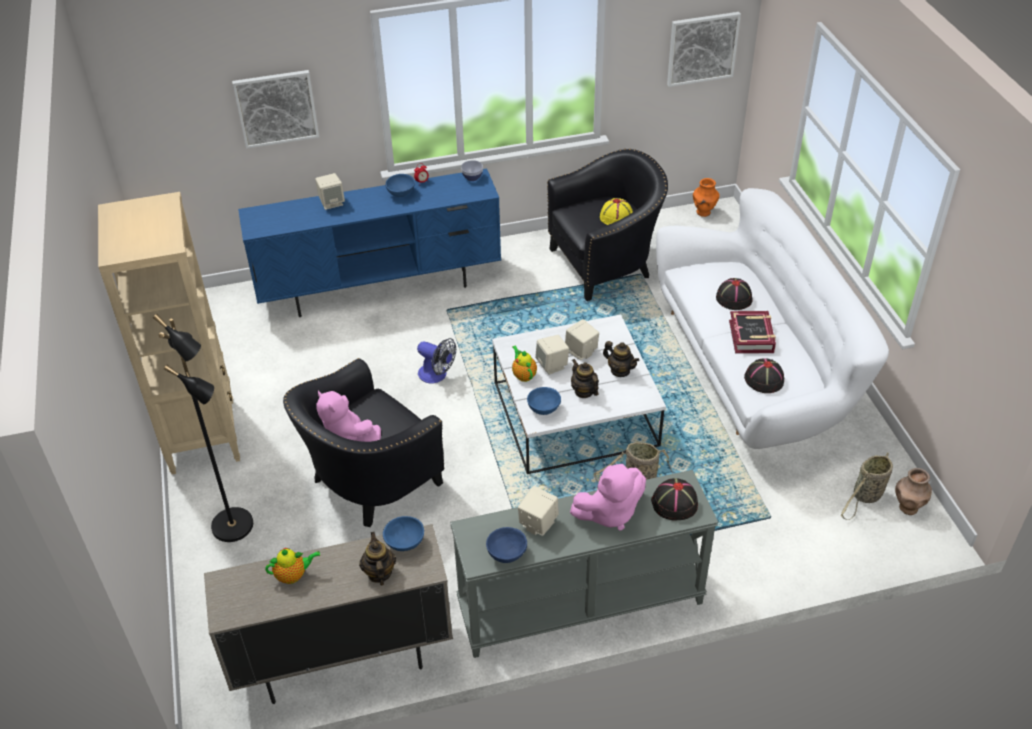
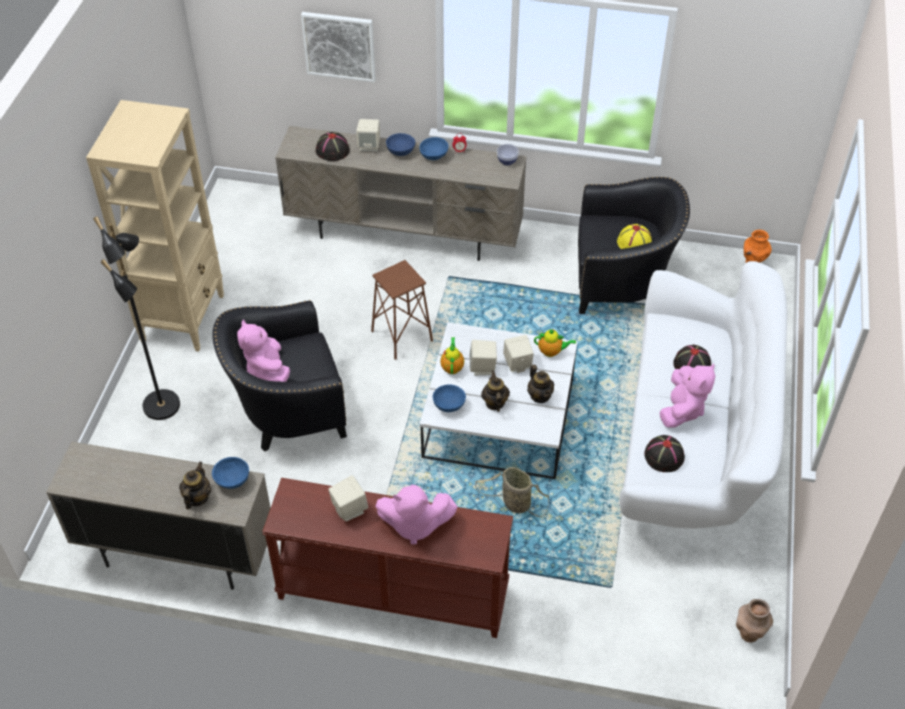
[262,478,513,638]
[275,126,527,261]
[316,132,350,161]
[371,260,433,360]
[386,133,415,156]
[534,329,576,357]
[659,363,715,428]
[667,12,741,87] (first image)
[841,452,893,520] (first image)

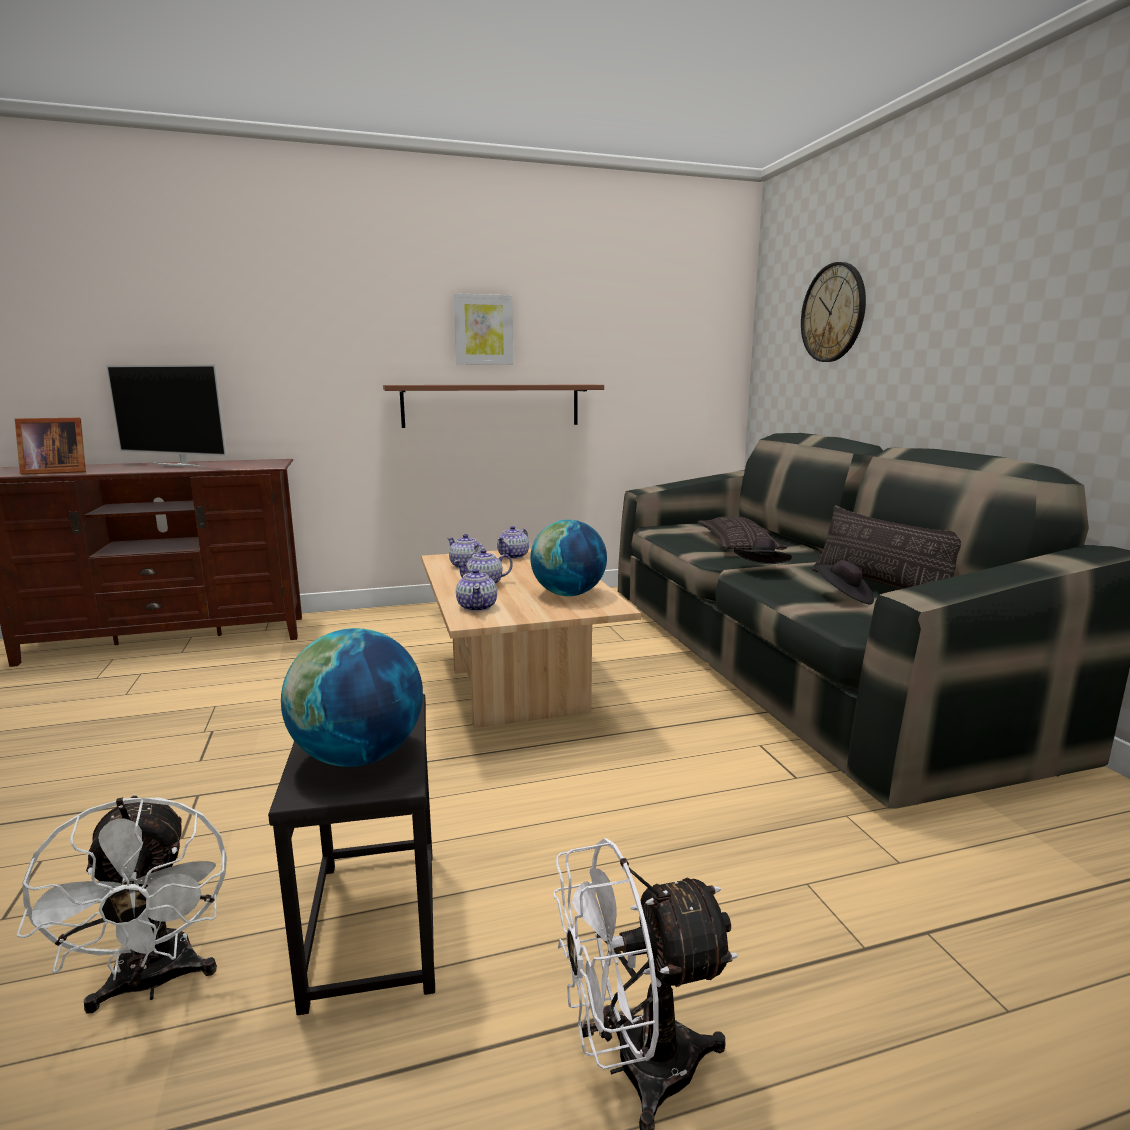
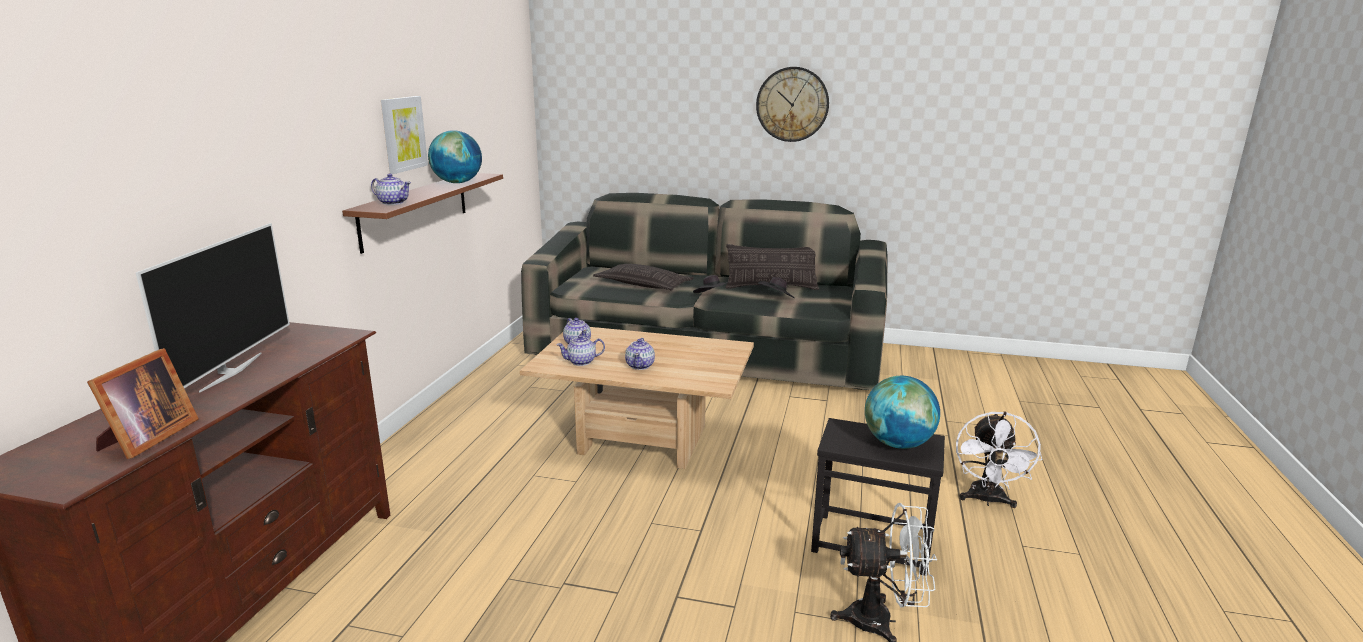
[136,223,290,393]
[371,173,411,205]
[428,130,482,183]
[756,67,829,142]

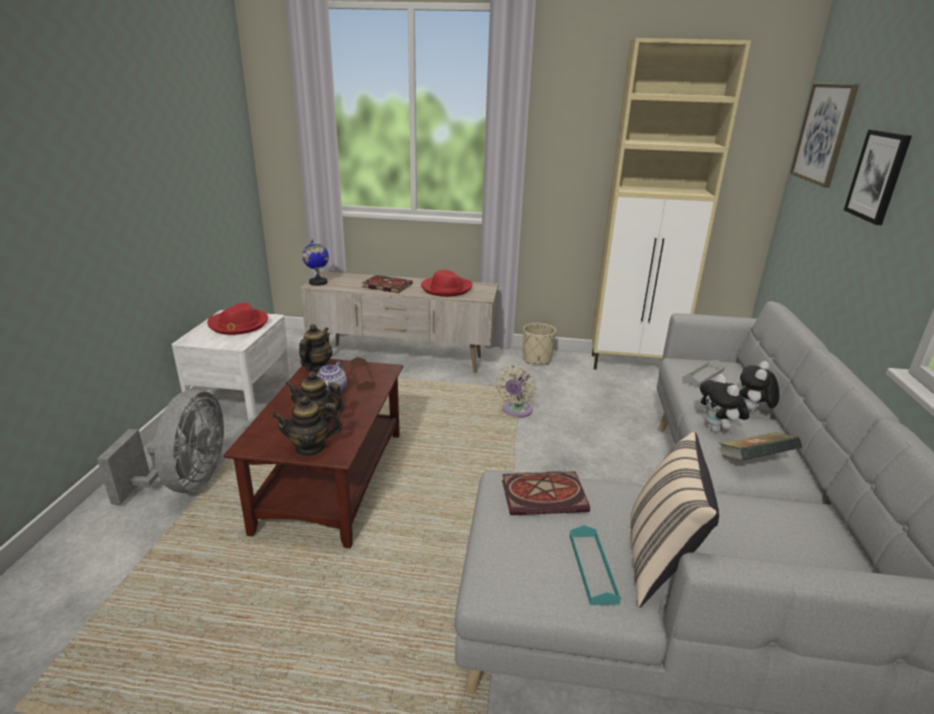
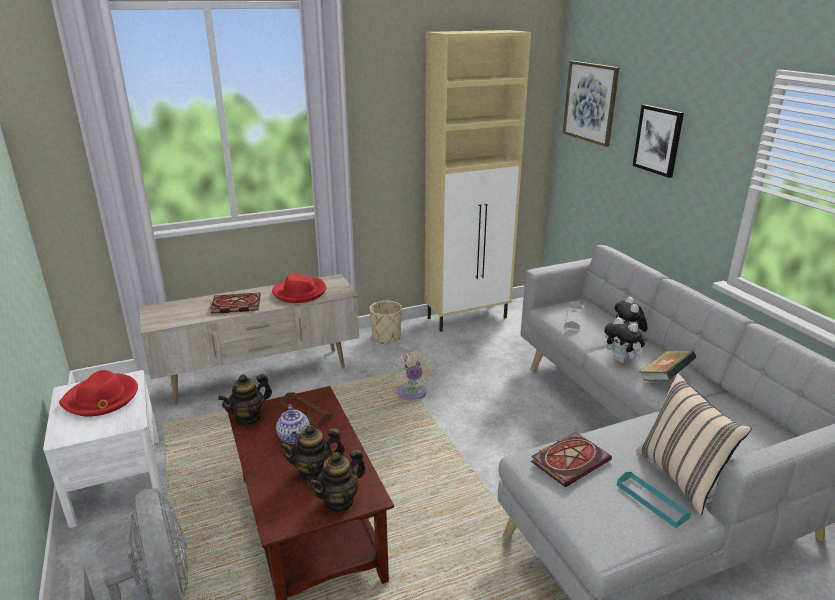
[218,374,272,426]
[302,239,329,286] (first image)

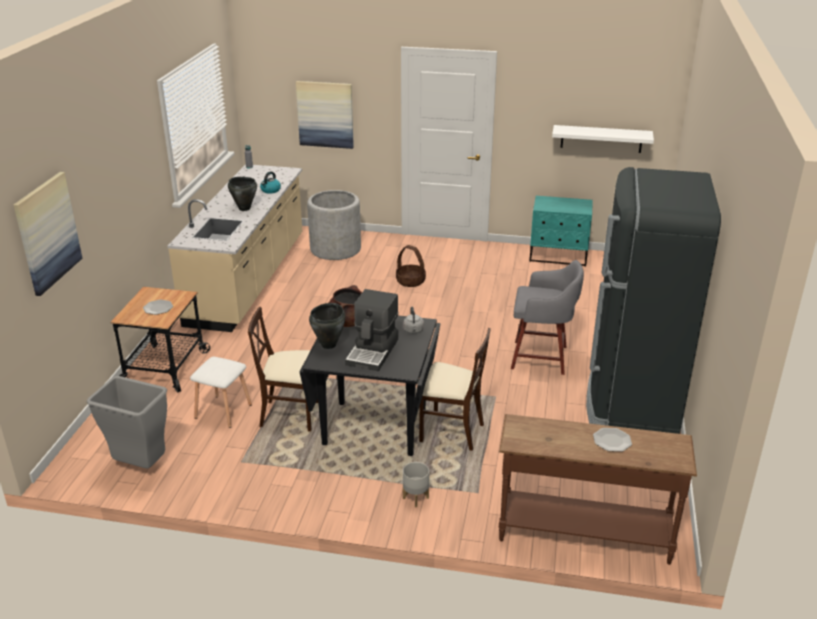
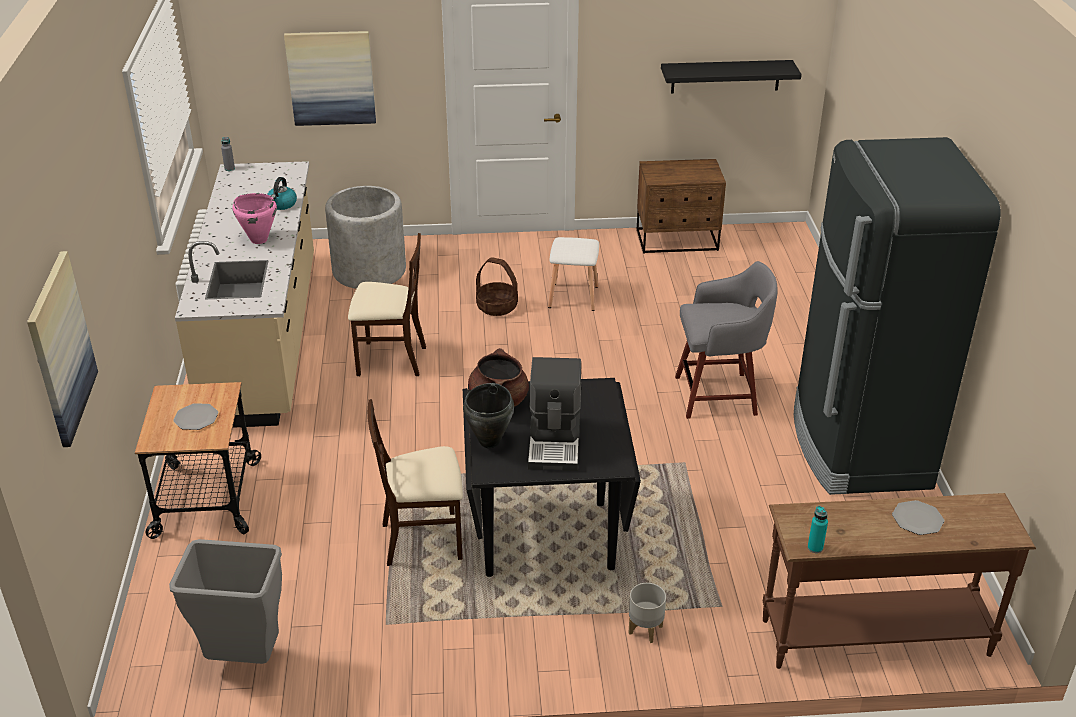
[232,193,277,244]
[348,233,426,376]
[548,237,599,311]
[636,159,726,254]
[661,60,802,94]
[808,506,828,553]
[403,307,424,334] (first image)

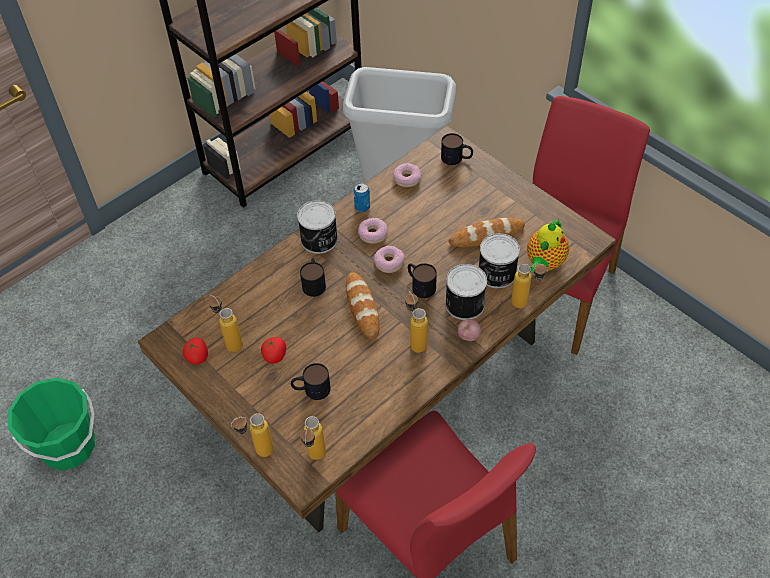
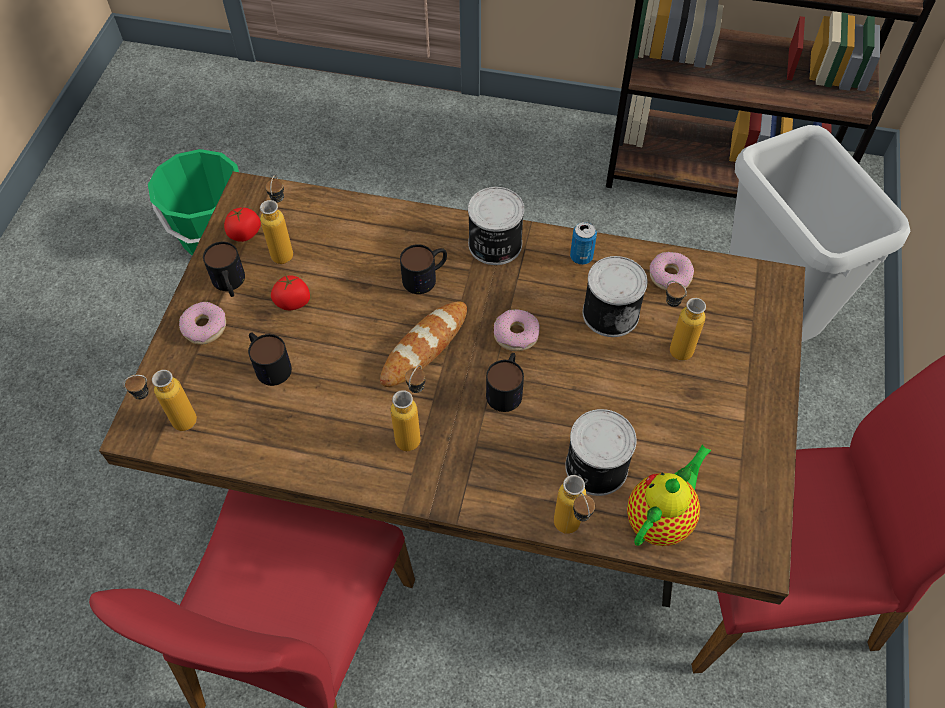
[179,302,226,345]
[203,242,245,297]
[583,256,648,337]
[627,445,712,546]
[666,281,706,361]
[449,217,525,247] (first image)
[458,319,481,341] (first image)

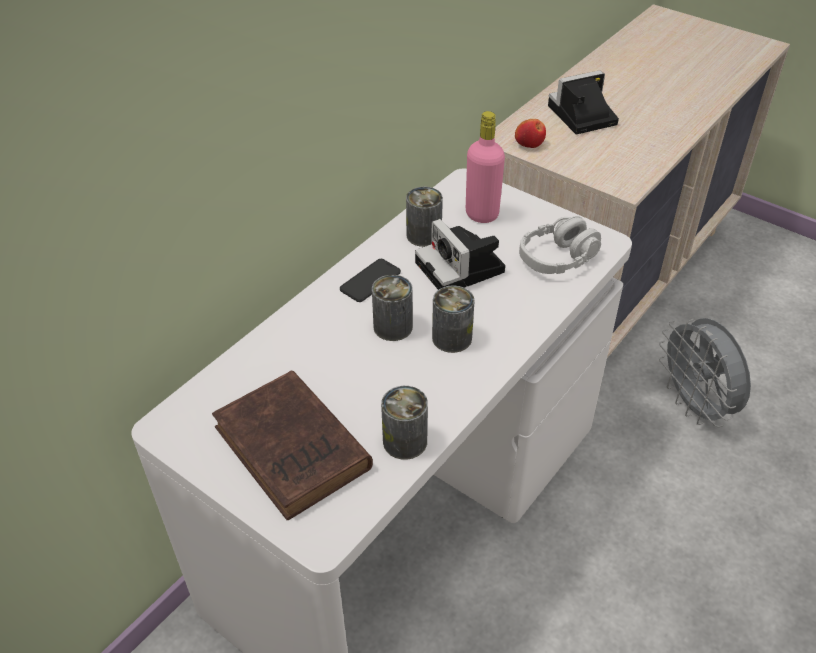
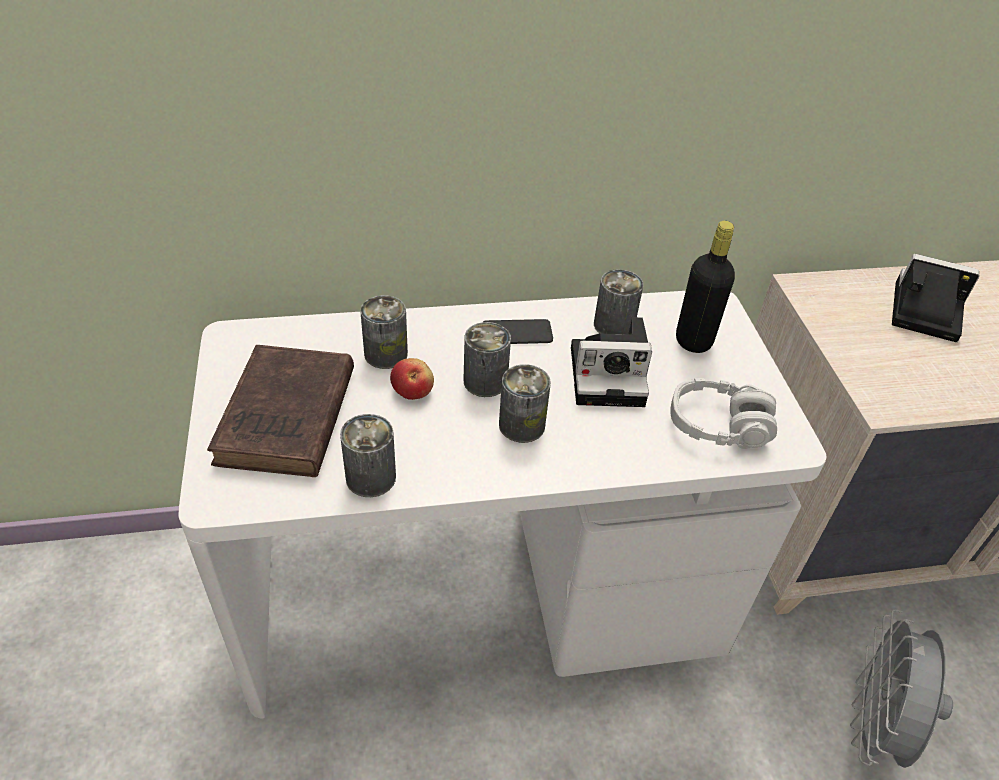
[360,295,408,369]
[390,358,434,400]
[571,317,652,407]
[676,221,735,353]

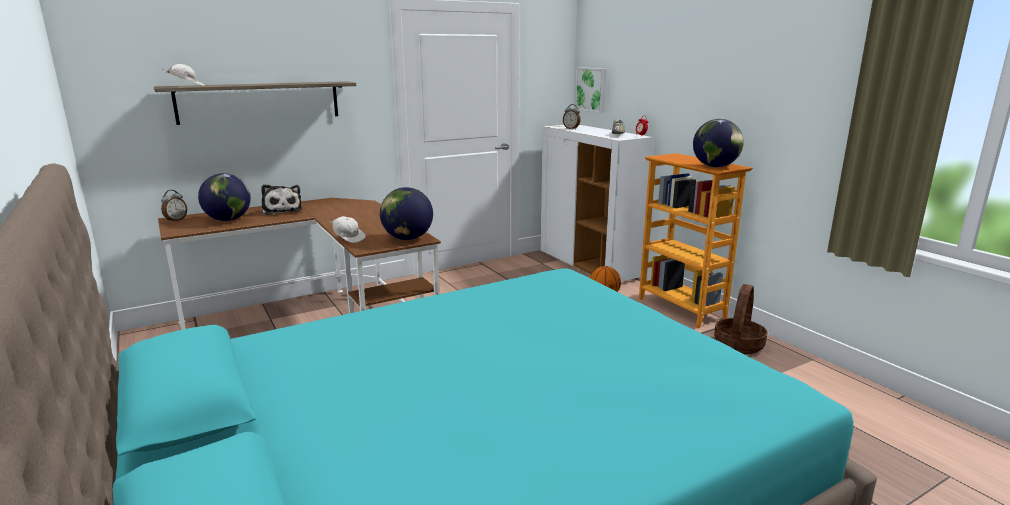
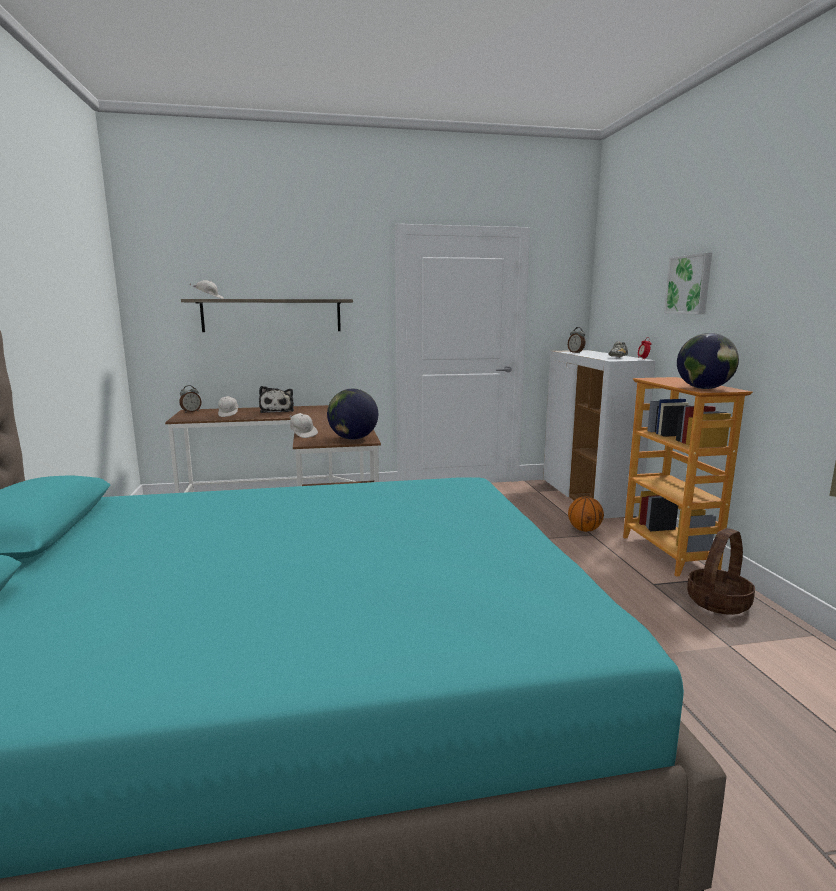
[218,396,238,417]
[664,253,712,314]

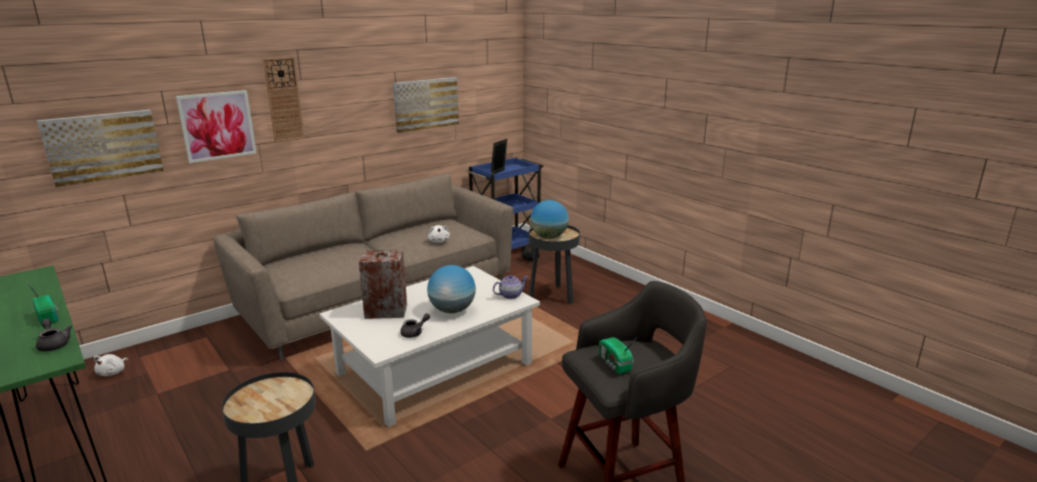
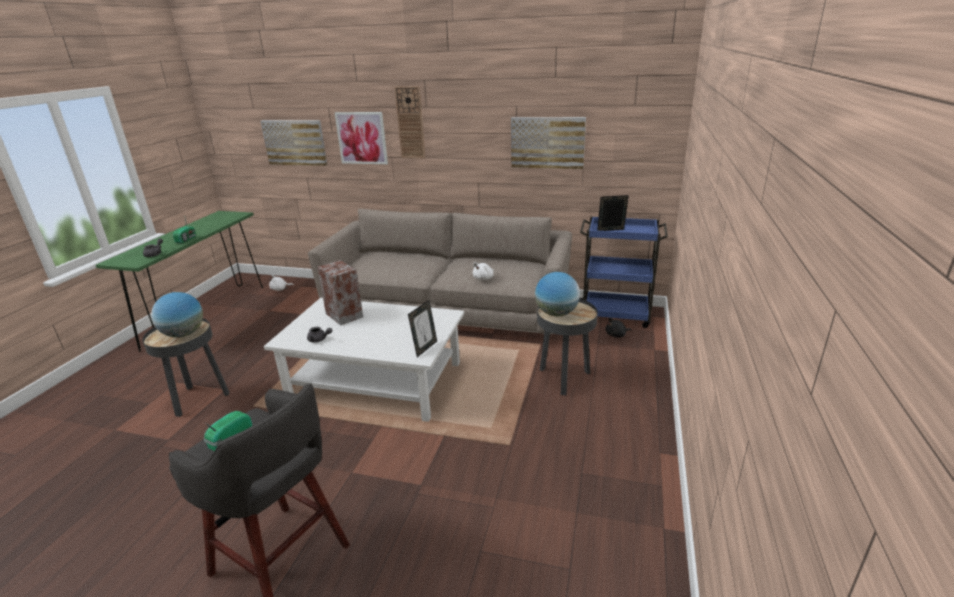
[151,292,203,337]
[408,300,437,357]

